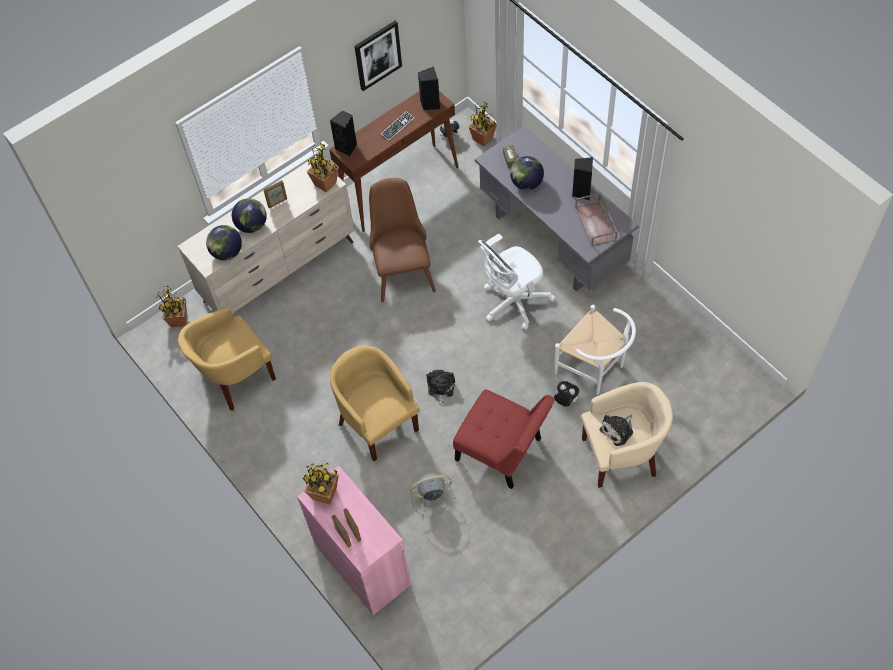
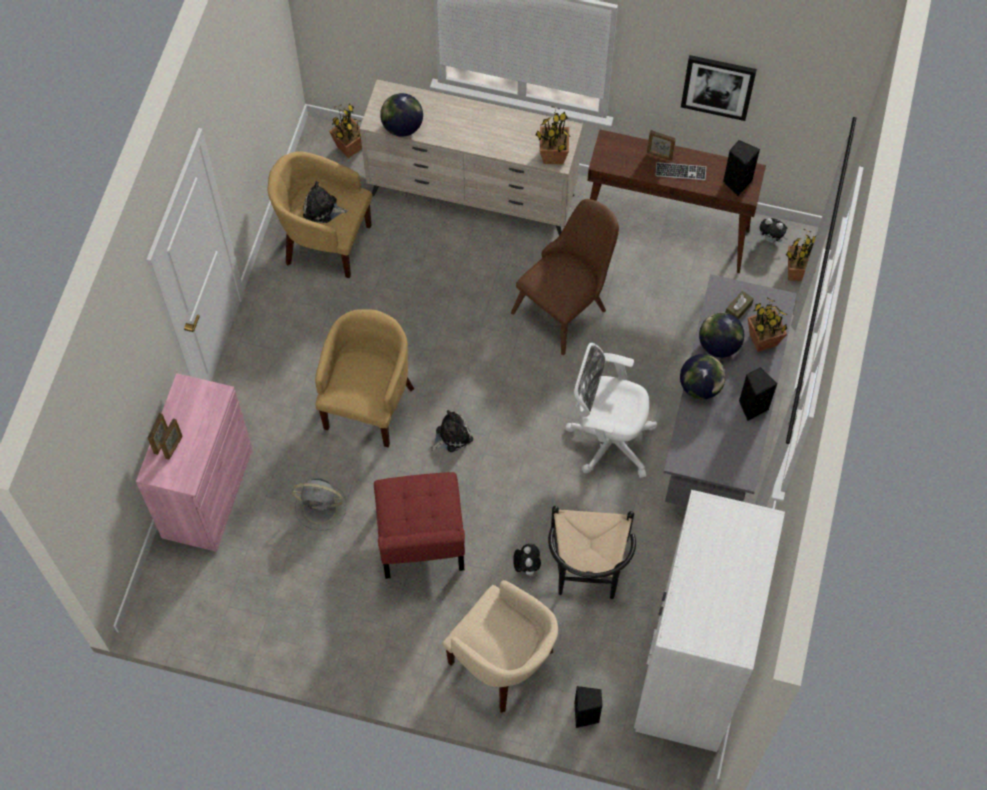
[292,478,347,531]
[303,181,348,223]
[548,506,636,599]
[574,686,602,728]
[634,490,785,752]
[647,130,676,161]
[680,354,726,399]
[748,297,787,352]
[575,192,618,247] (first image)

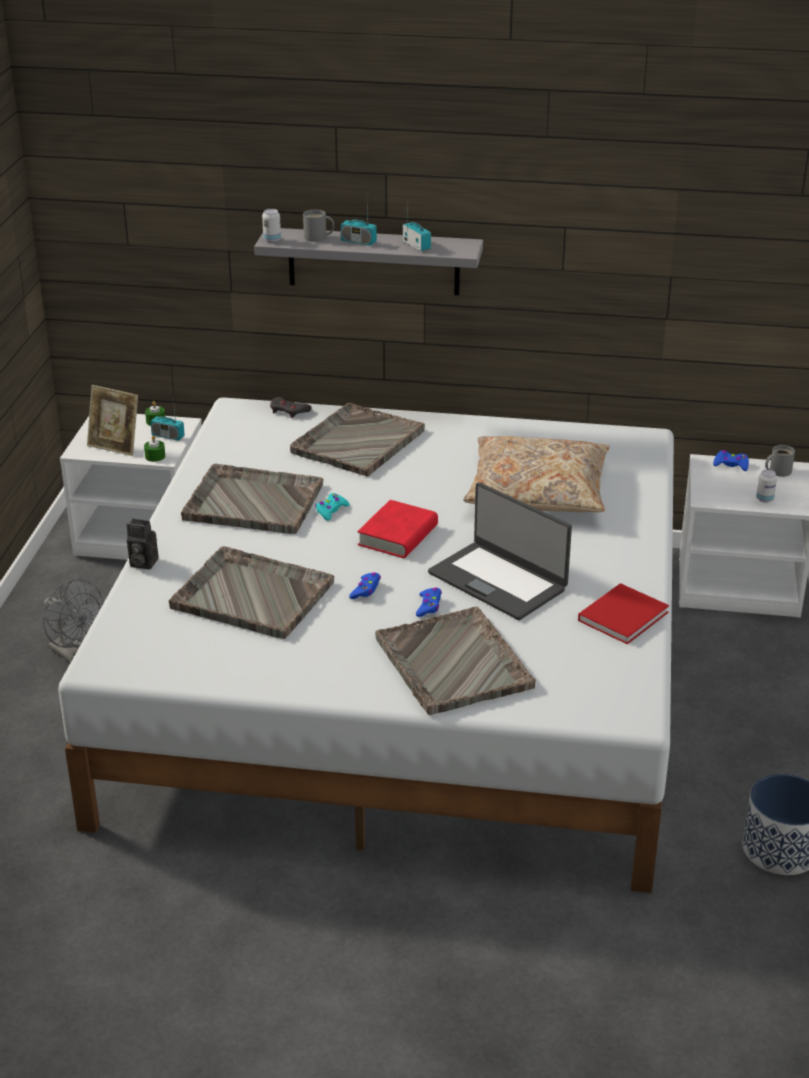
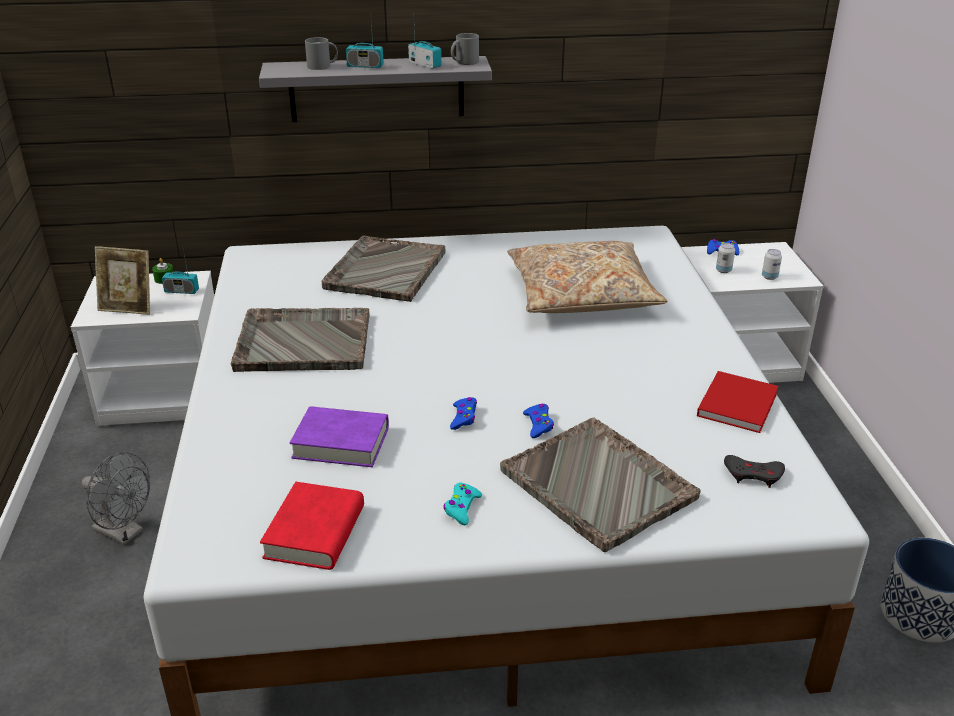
[260,482,364,570]
[290,406,389,467]
[443,483,482,525]
[451,33,479,65]
[716,243,735,273]
[724,455,785,488]
[127,519,158,570] (first image)
[144,435,165,462] (first image)
[428,482,572,620] (first image)

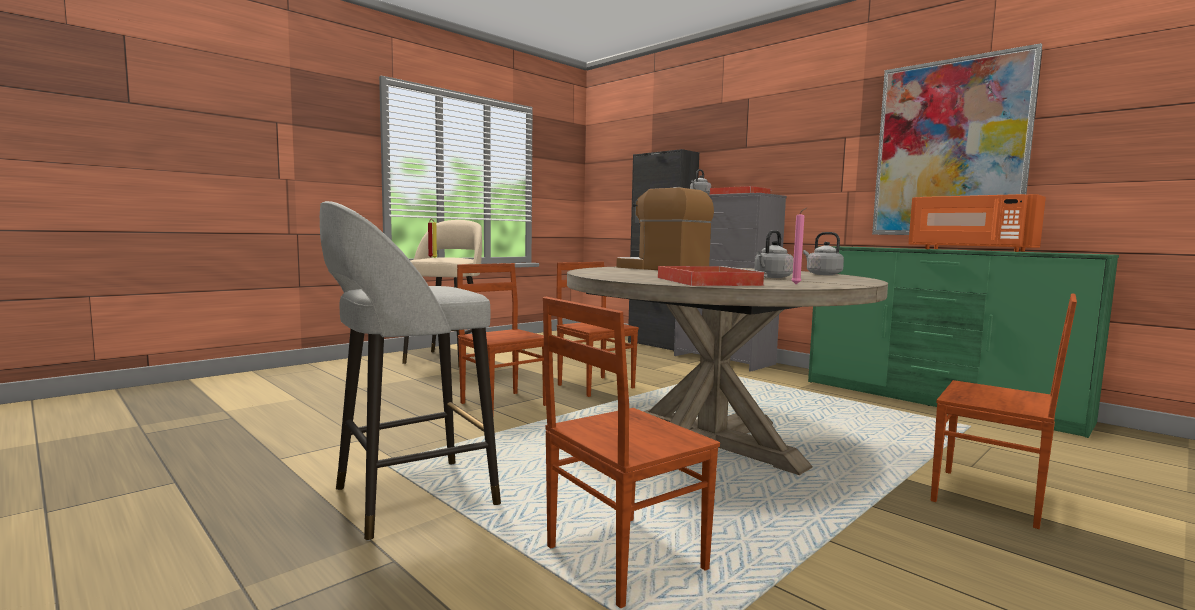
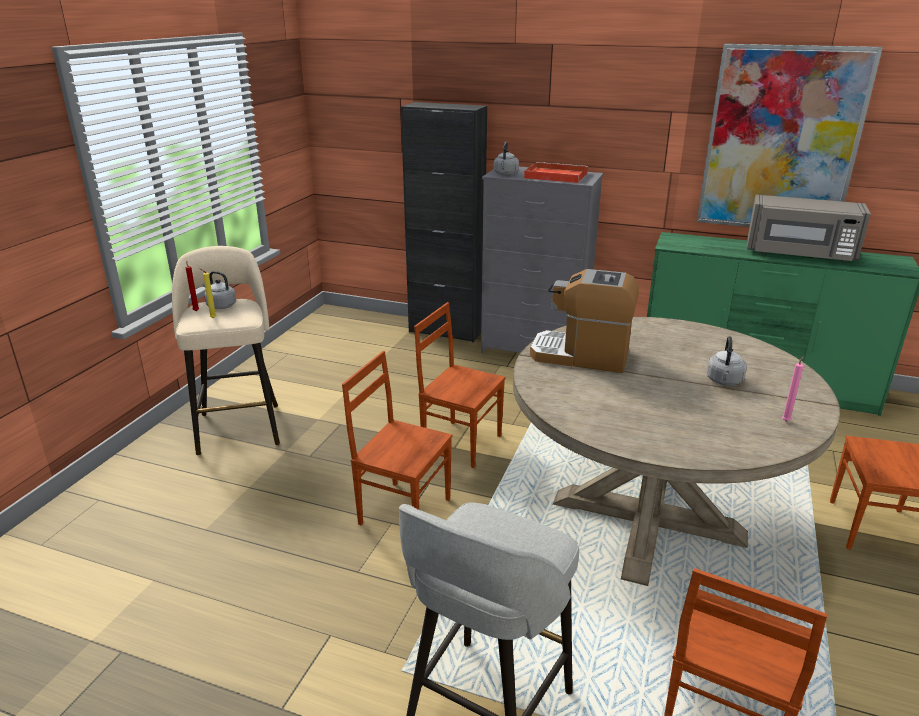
[203,271,236,309]
[747,195,871,262]
[658,266,767,286] (first image)

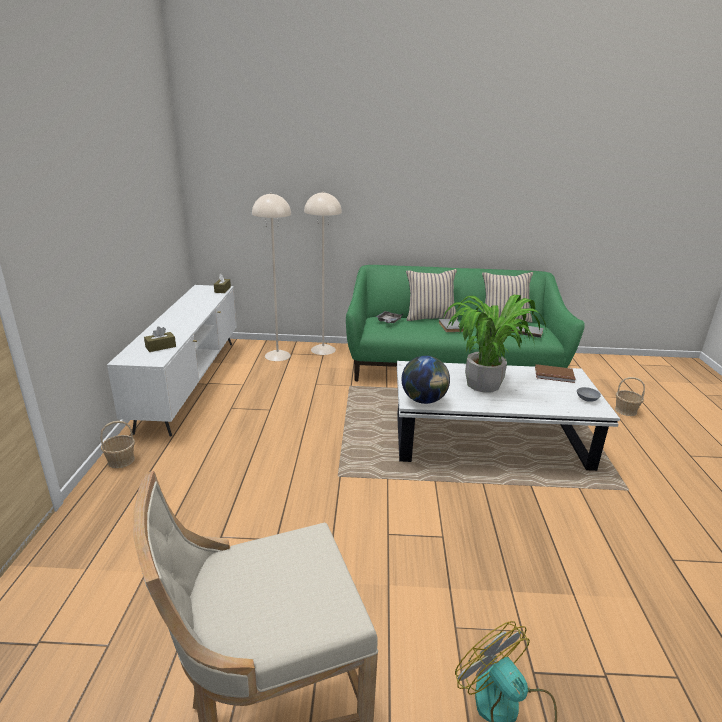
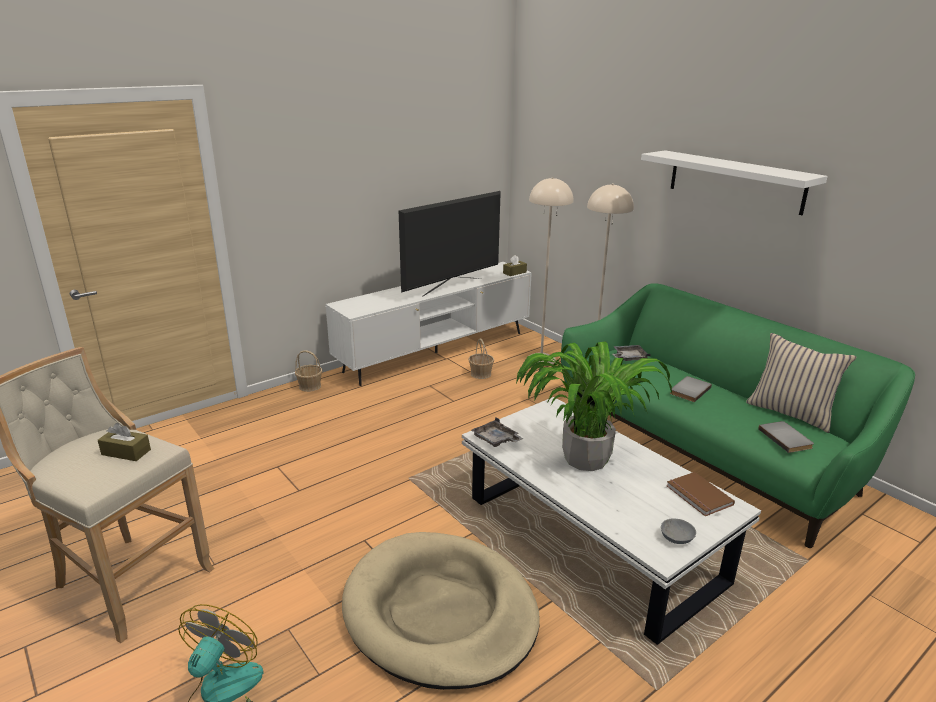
[98,423,151,461]
[342,532,540,690]
[399,191,501,297]
[468,338,494,379]
[471,418,523,447]
[641,150,828,215]
[406,269,458,321] (first image)

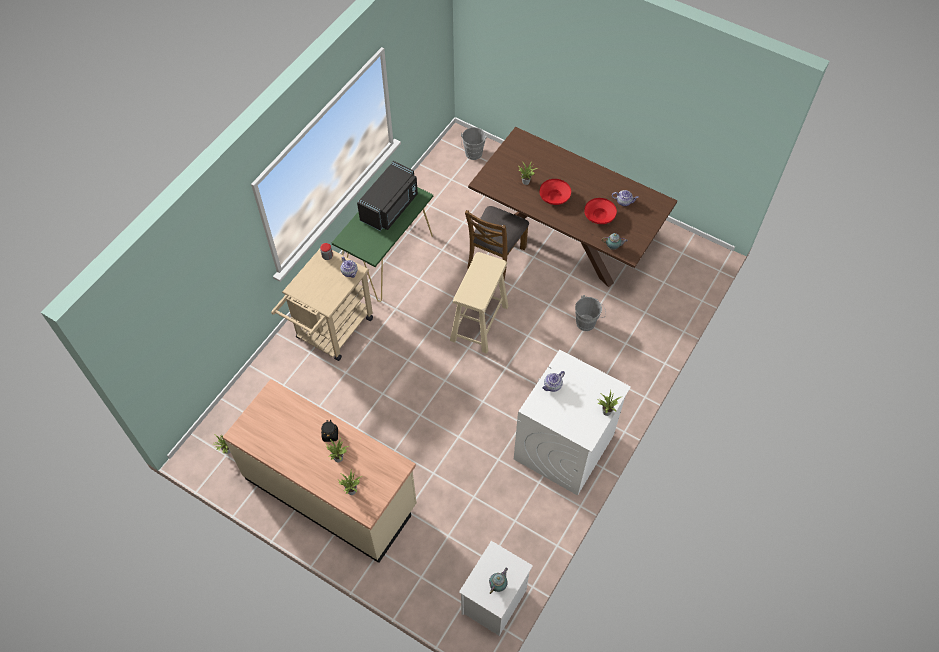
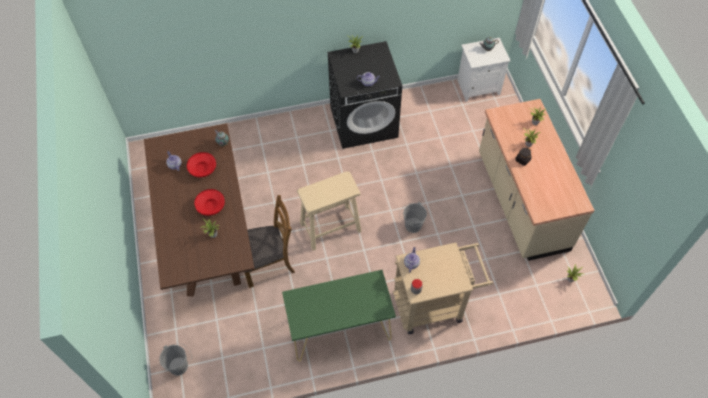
[327,41,402,149]
[399,202,427,233]
[357,161,418,231] (first image)

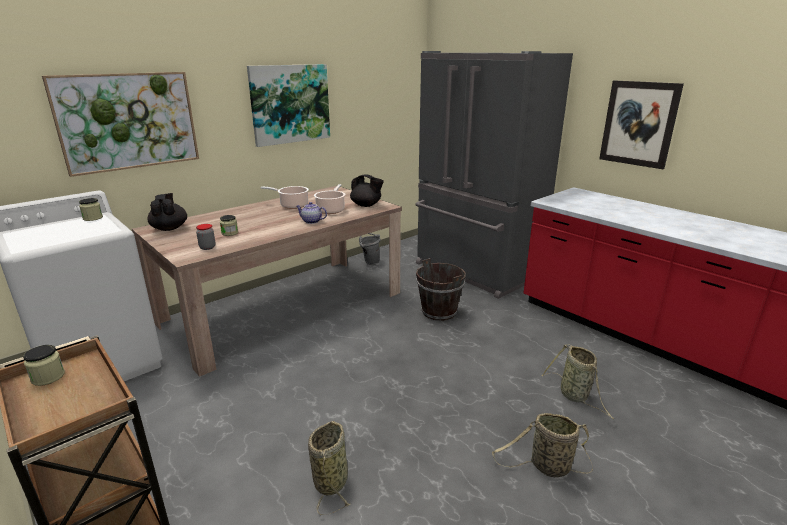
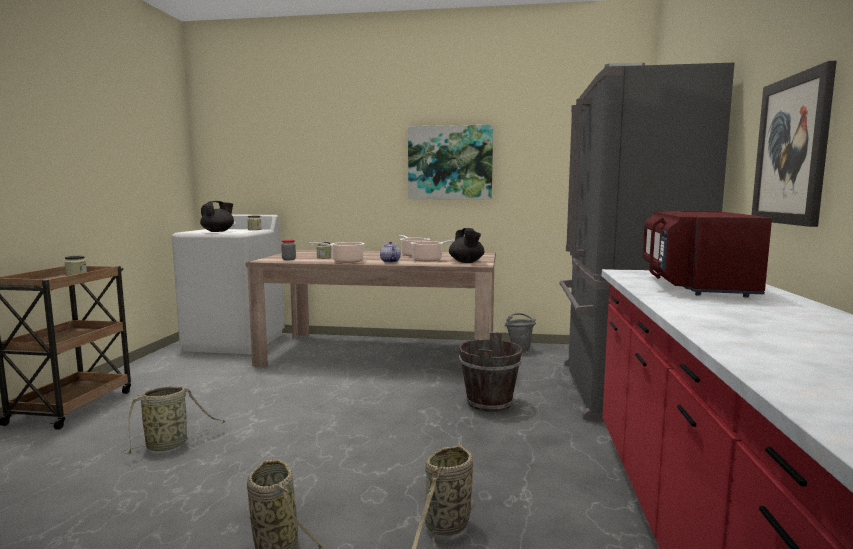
[200,201,234,232]
[309,242,364,263]
[643,211,772,298]
[42,72,199,177] (first image)

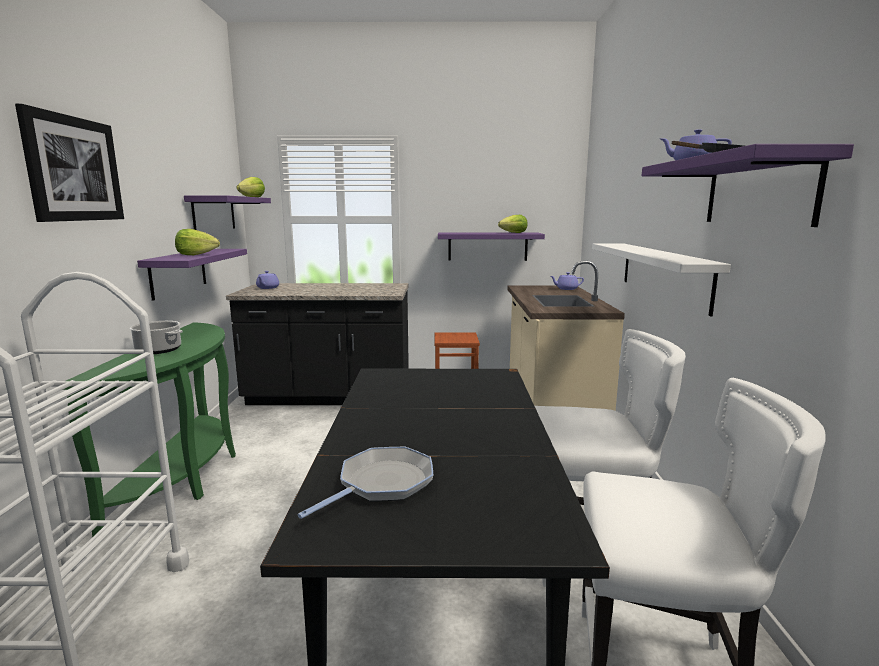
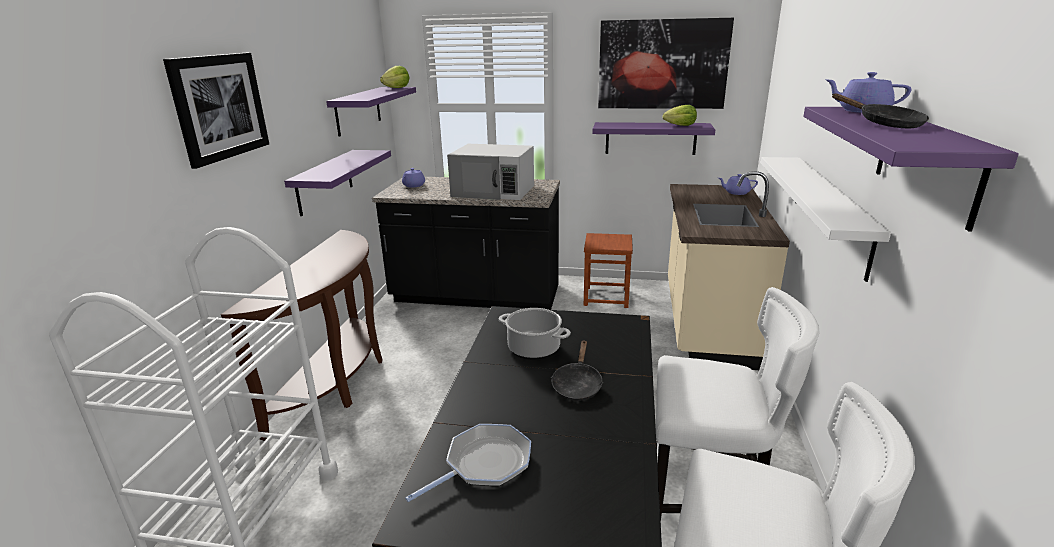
[221,230,383,441]
[447,144,534,200]
[499,308,571,359]
[551,340,603,401]
[598,18,734,109]
[175,229,220,255] (first image)

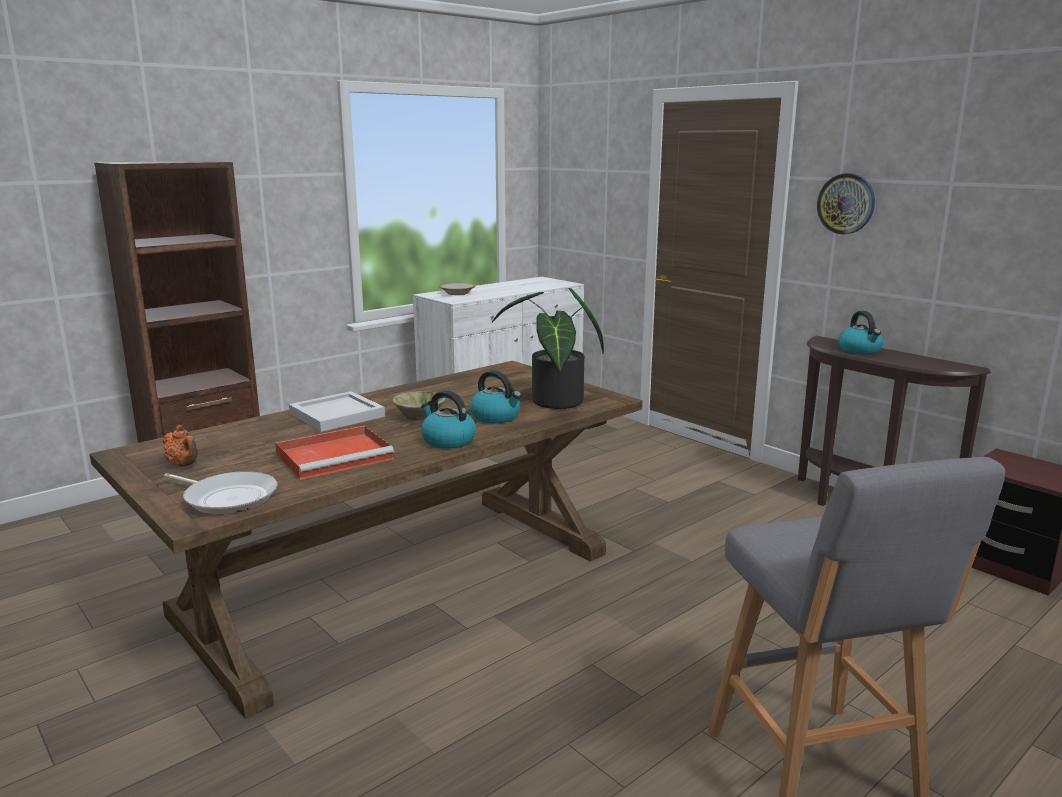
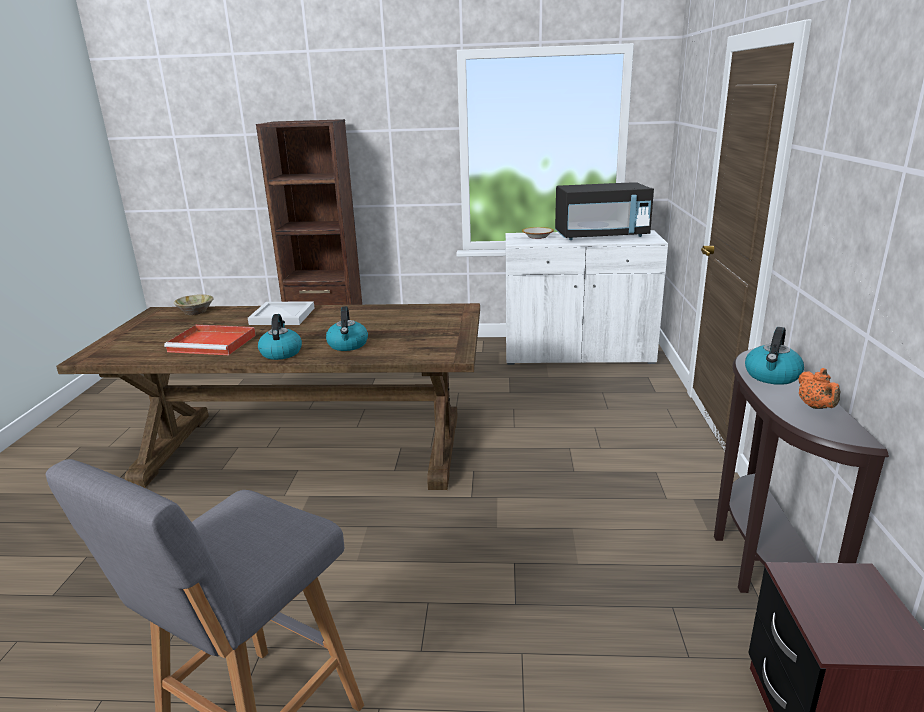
[174,294,214,315]
[555,182,654,240]
[798,368,840,409]
[164,471,277,514] (first image)
[492,288,604,409] (first image)
[817,173,875,234] (first image)

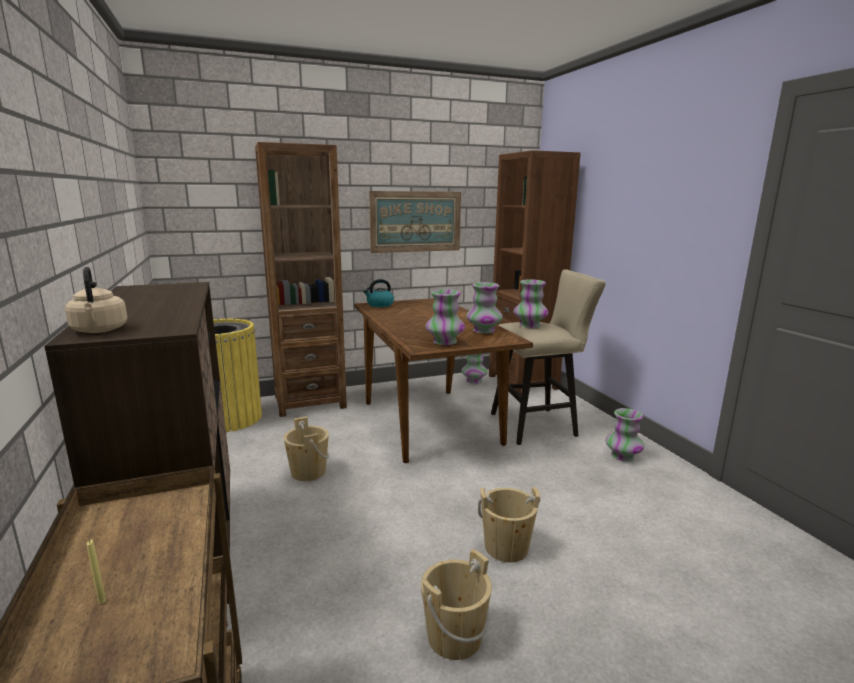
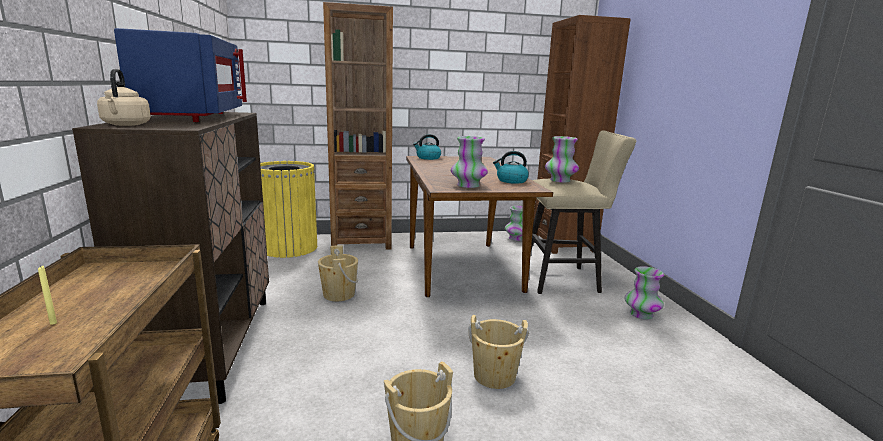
[114,28,247,122]
[493,151,529,184]
[369,191,461,253] (first image)

